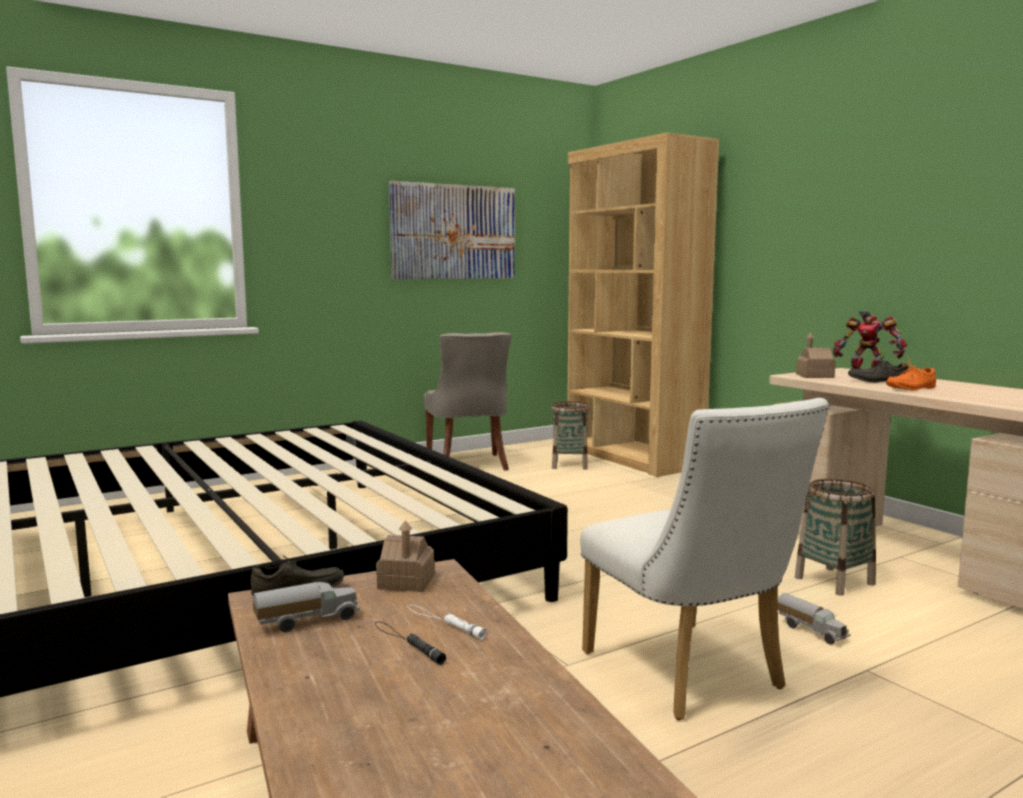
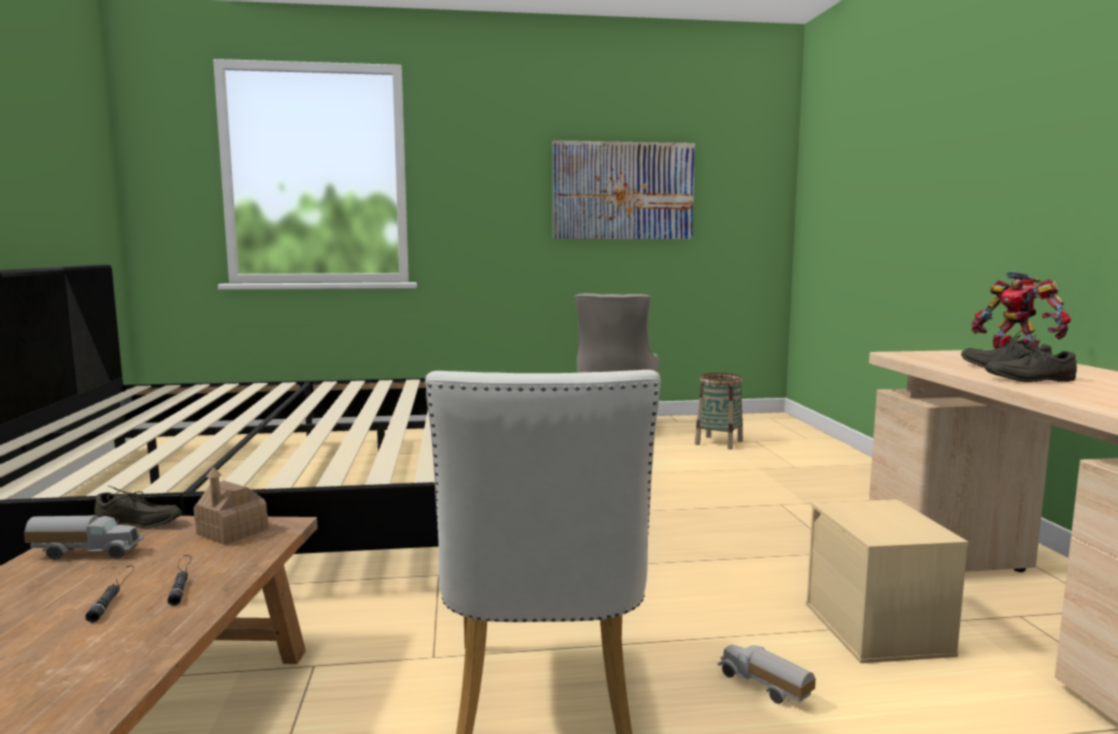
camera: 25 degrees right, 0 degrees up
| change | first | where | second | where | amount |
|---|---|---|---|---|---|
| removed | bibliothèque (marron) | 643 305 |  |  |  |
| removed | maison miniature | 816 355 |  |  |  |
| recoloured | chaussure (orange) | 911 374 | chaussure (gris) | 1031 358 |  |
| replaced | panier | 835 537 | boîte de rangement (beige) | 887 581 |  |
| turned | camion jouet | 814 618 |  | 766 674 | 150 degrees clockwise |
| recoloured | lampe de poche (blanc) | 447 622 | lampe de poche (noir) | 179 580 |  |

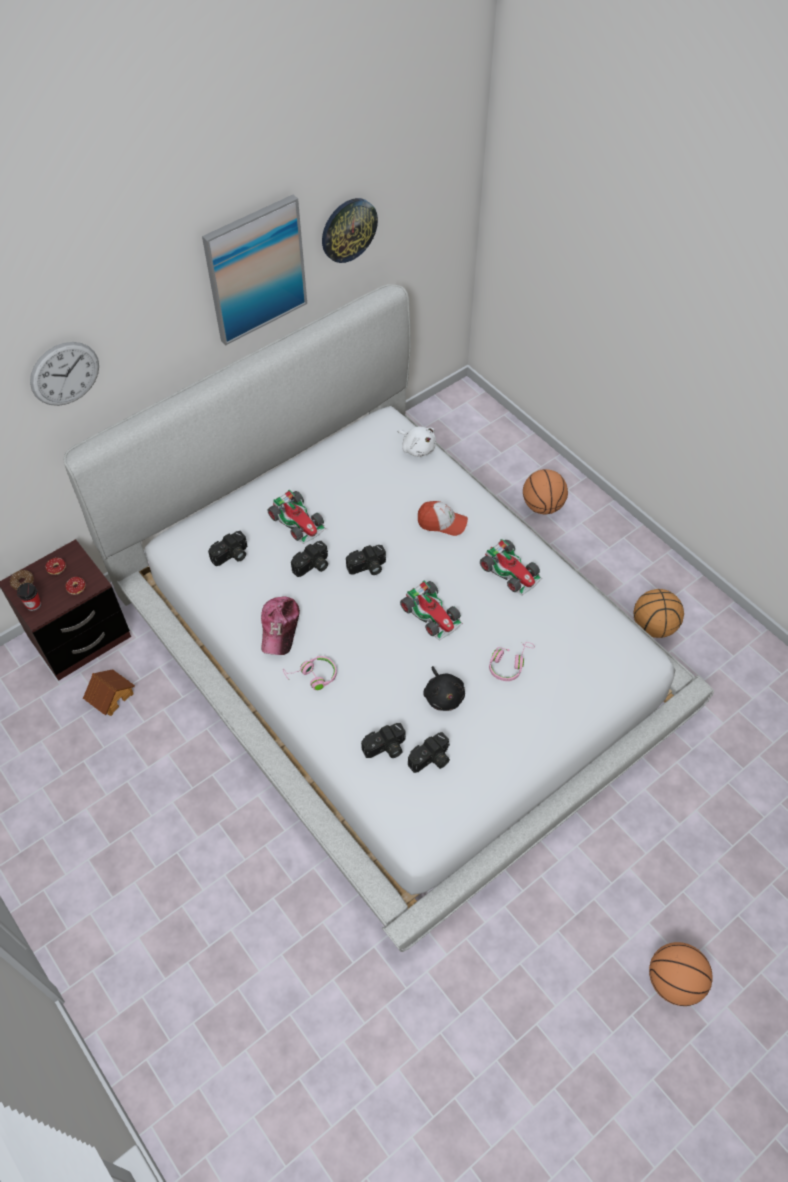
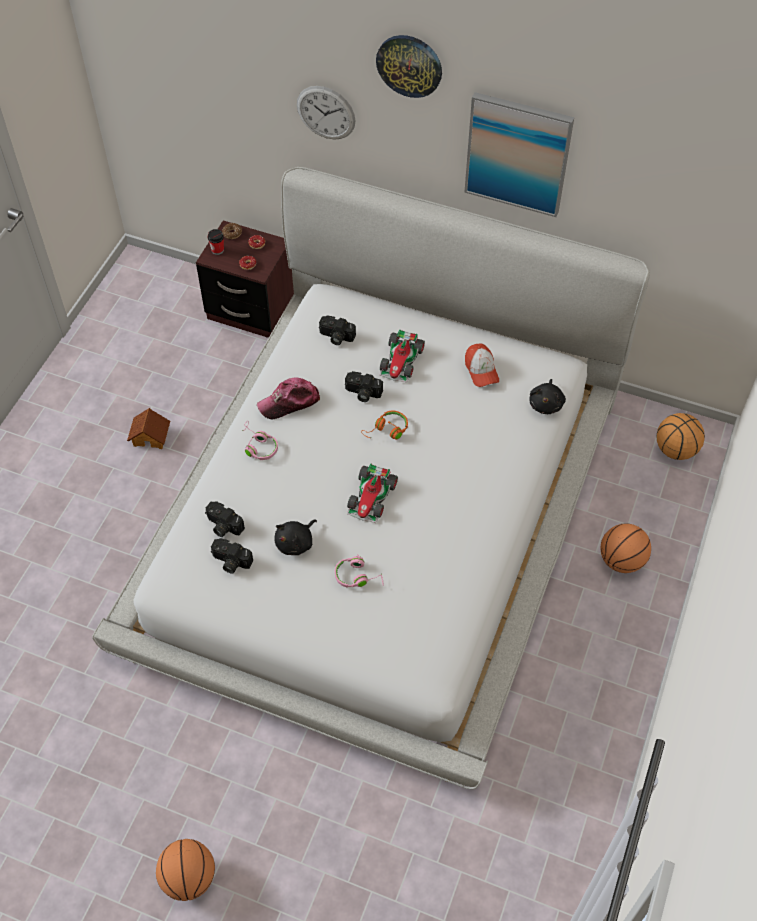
camera: 60 degrees right, 0 degrees up
| change | first | where | second | where | amount |
|---|---|---|---|---|---|
| moved | horloge murale | 350 230 |  | 409 66 |  |
| recoloured | peluche (blanc) | 417 441 | peluche (noir) | 548 396 |  |
| moved | casquette | 443 518 |  | 482 365 |  |
| removed | petite voiture | 511 567 |  |  |  |
| replaced | appareil photo | 366 560 | casque audio (orange) | 384 425 |  |
| moved | ballon de basket | 659 613 |  | 681 436 |  |
| moved | maison miniature | 109 692 |  | 148 428 |  |

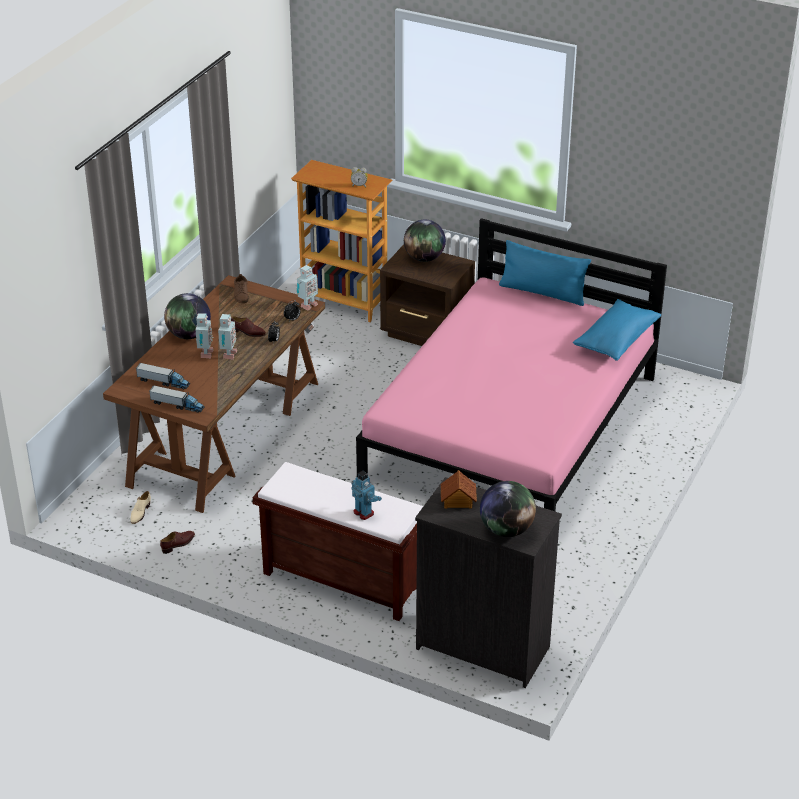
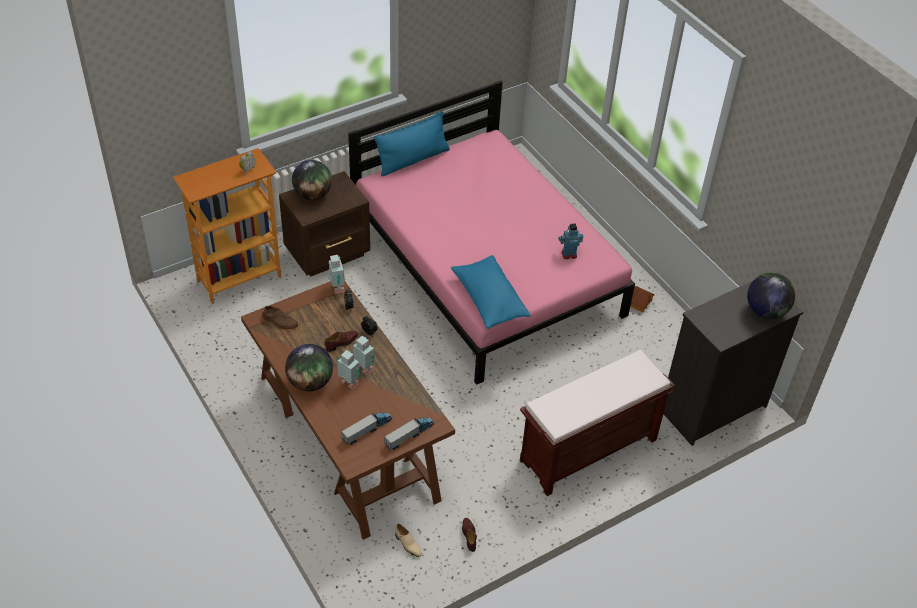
camera: 60 degrees left, 10 degrees up
| change | first | where | second | where | amount |
|---|---|---|---|---|---|
| moved | coussin (bleu) | 617 330 |  | 491 292 |  |
| moved | maison miniature | 459 489 |  | 642 299 |  |
| moved | robot jouet | 366 495 |  | 570 241 |  |

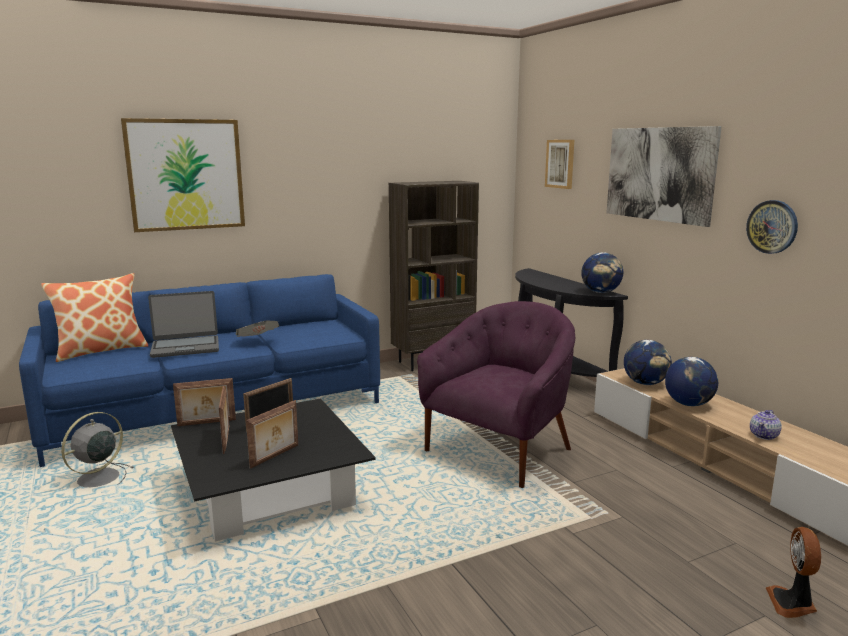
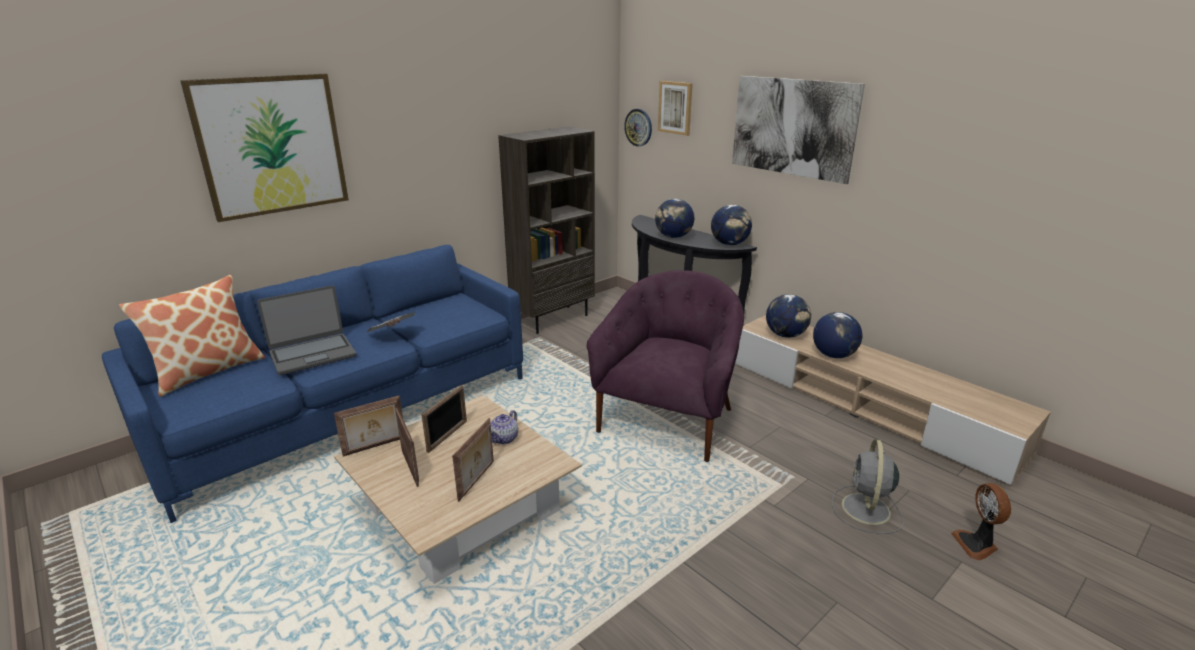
camera: 15 degrees left, 10 degrees up
| change | first | where | second | where | amount |
|---|---|---|---|---|---|
| moved | horloge murale | 772 227 |  | 638 127 |  |
| recoloured | table basse (noir) | 273 470 | table basse (beige) | 458 489 |  |
| moved | théière | 766 425 |  | 504 427 |  |
| moved | ventilateur (gris) | 97 449 |  | 868 486 |  |
| added |  |  | globe | 674 218 |  |

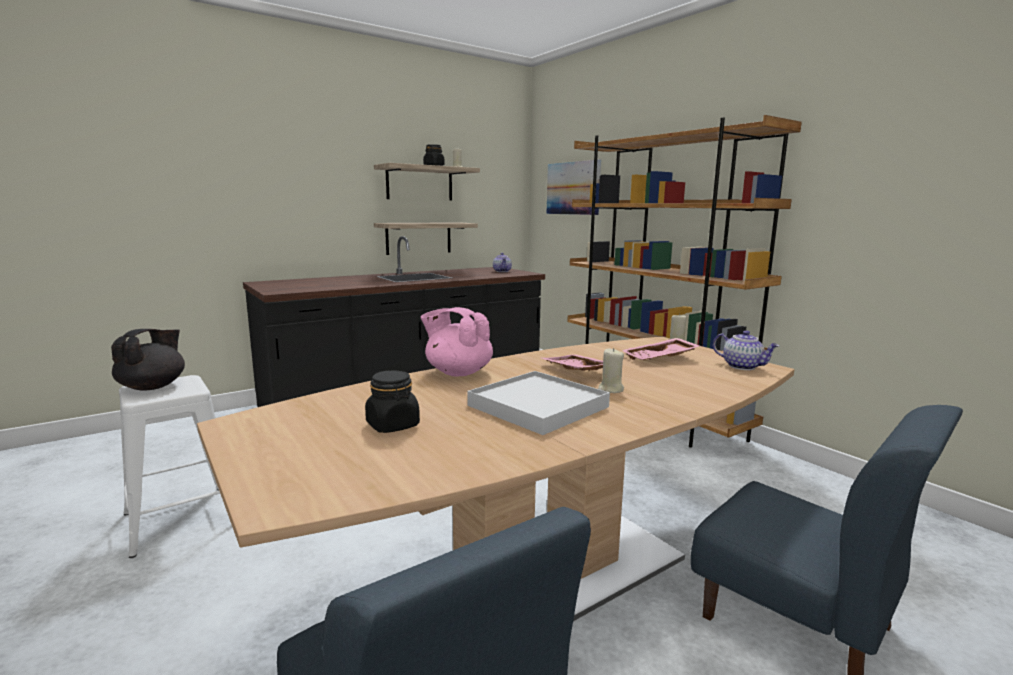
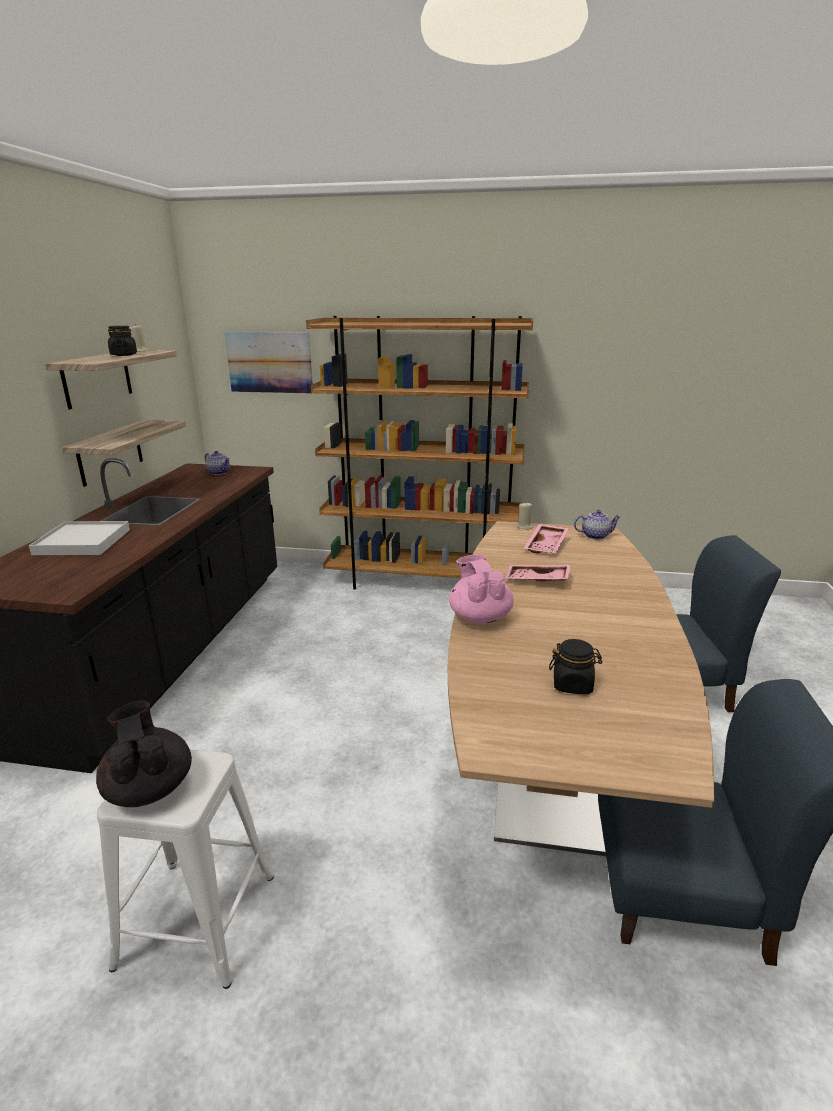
camera: 45 degrees left, 10 degrees up
| change | first | where | second | where | amount |
|---|---|---|---|---|---|
| turned | théière (rose) | 457 341 |  | 481 589 | 90 degrees clockwise |
| removed | bougie (beige) | 611 370 |  |  |  |
| moved | plateau (blanc) | 538 403 |  | 79 538 |  |

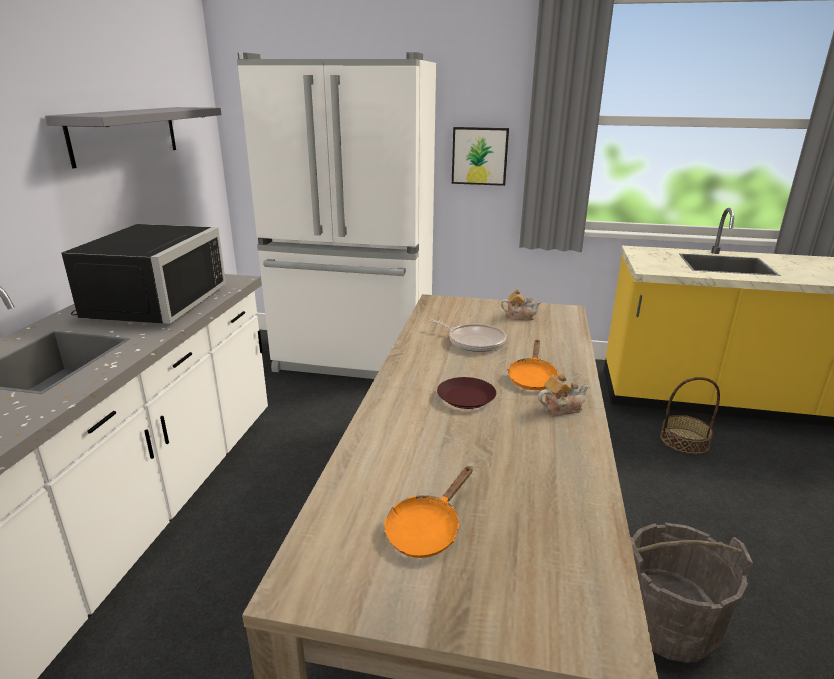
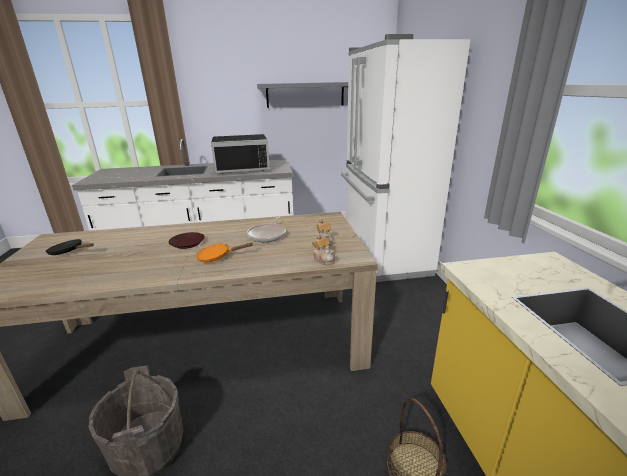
camera: 70 degrees right, 0 degrees up
| change | first | where | second | where | amount |
|---|---|---|---|---|---|
| removed | tableau | 480 156 |  |  |  |
| moved | théière | 563 395 |  | 323 249 |  |
| recoloured | poêle (orange) | 428 512 | poêle (noir) | 69 247 |  |

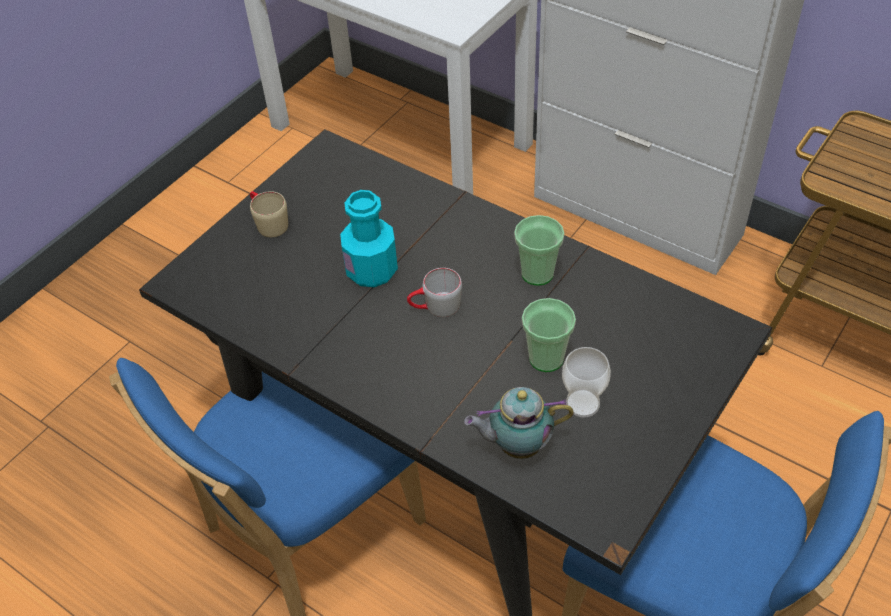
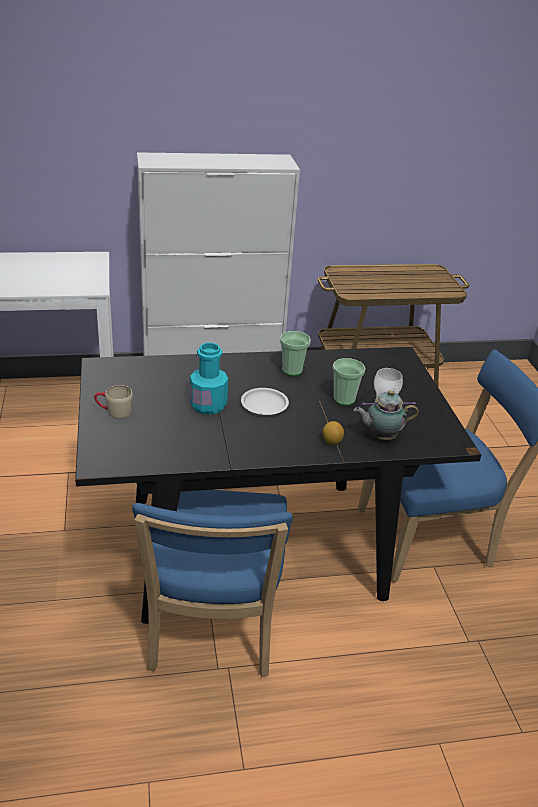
camera: 50 degrees left, 15 degrees down
| change | first | where | second | where | amount |
|---|---|---|---|---|---|
| replaced | mug (gris) | 434 292 | assiette (blanc) | 265 401 |  |
| turned | théière | 519 423 |  | 386 415 | 45 degrees clockwise |
| added |  |  | citron | 333 433 |  |

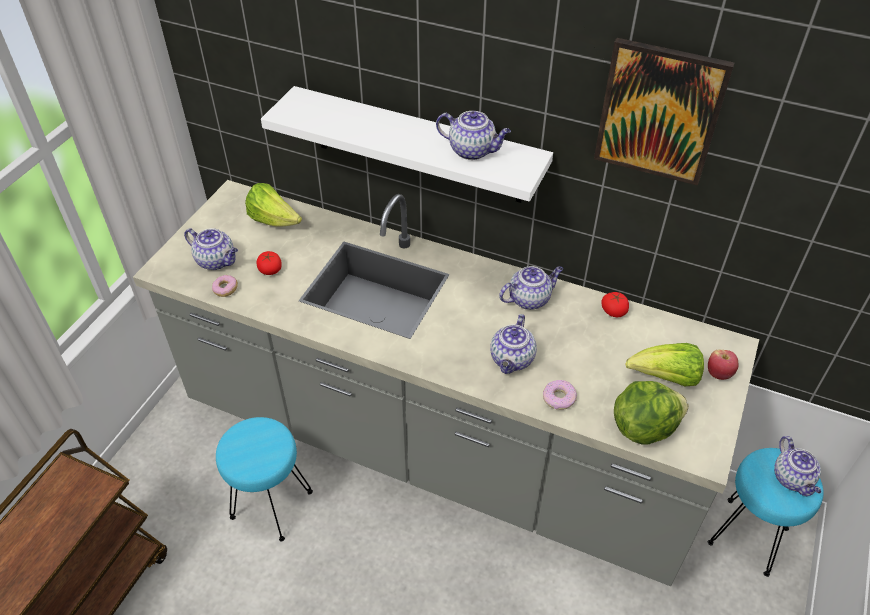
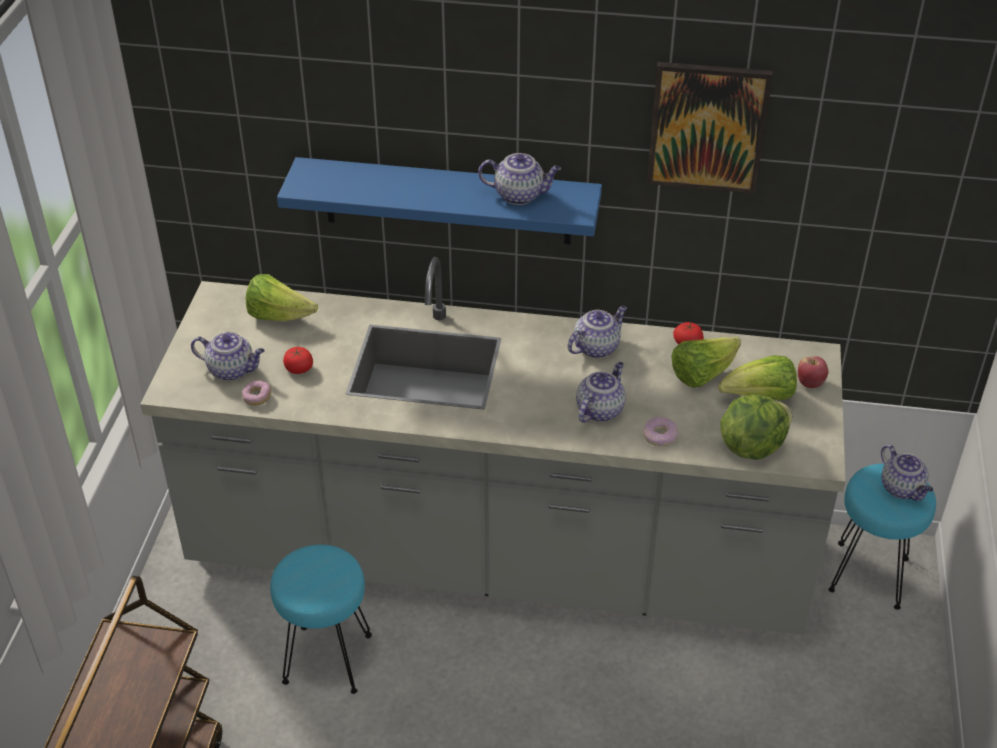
camera: 15 degrees left, 5 degrees down
| change | first | where | second | where | amount |
|---|---|---|---|---|---|
| recoloured | étagère (blanc) | 407 144 | étagère (bleu) | 439 200 |  |
| turned | théière | 513 344 |  | 601 392 | 150 degrees counterclockwise |
| added |  |  | laitue | 706 362 |  |

